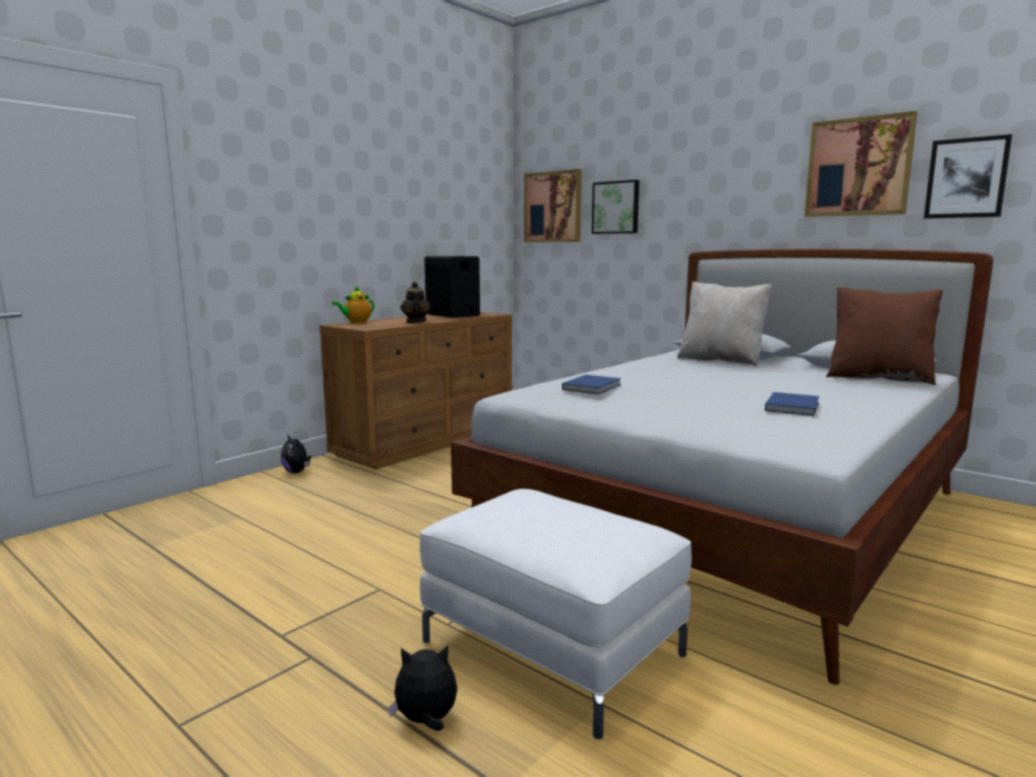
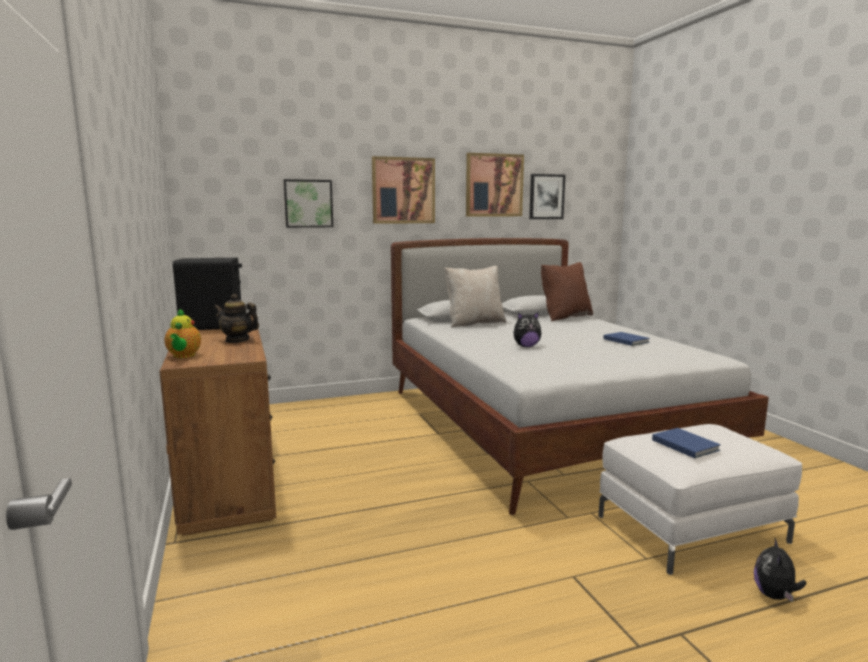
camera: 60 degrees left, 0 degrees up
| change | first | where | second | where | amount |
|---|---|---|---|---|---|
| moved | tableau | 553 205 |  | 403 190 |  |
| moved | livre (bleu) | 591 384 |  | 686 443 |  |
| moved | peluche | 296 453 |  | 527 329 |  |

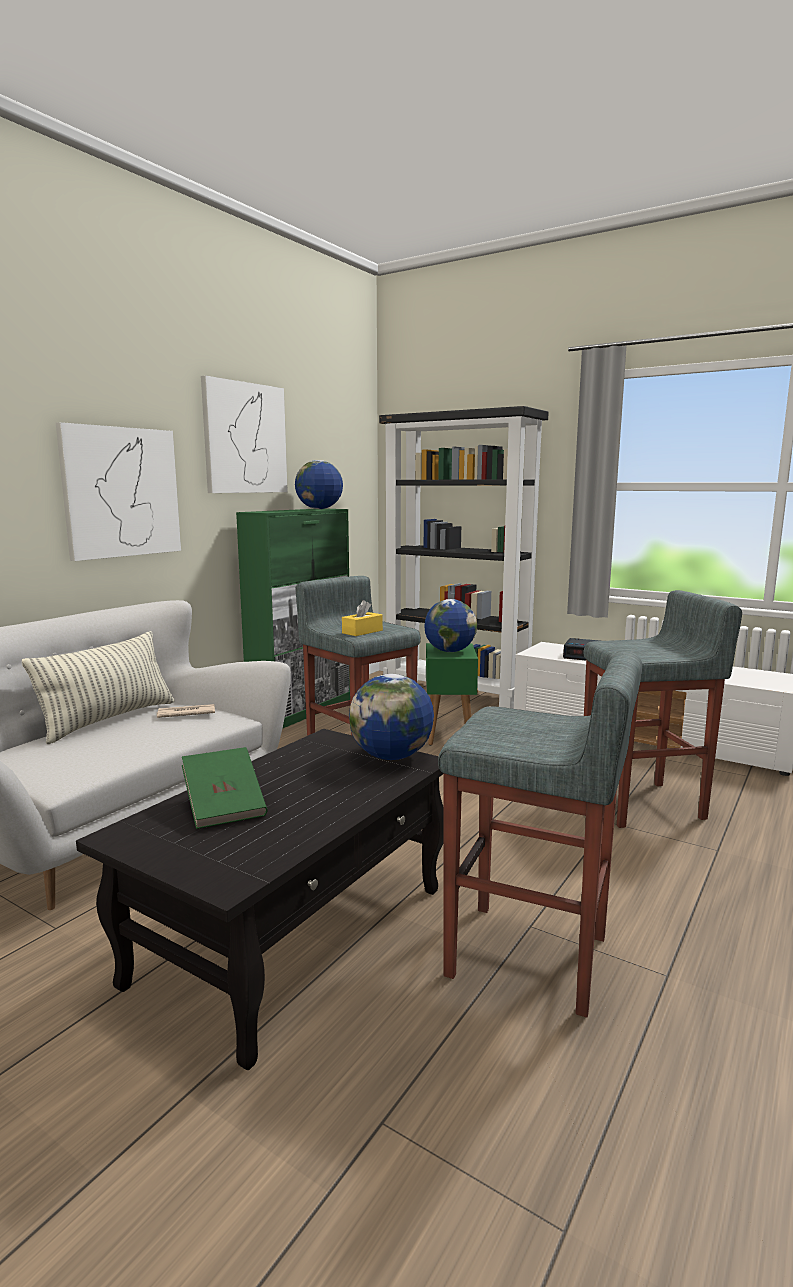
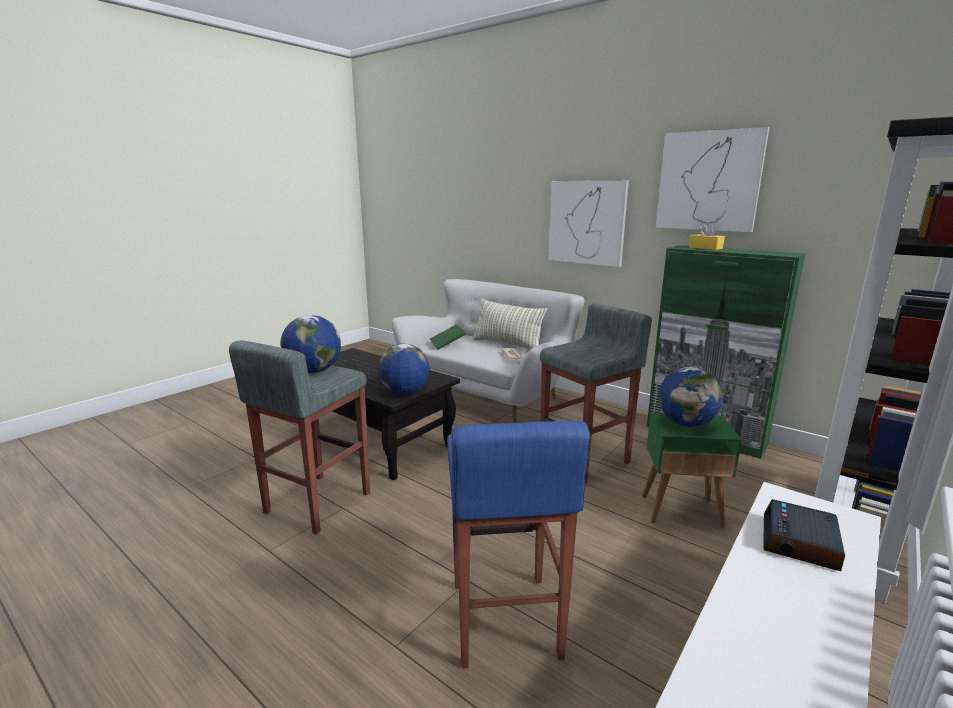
camera: 95 degrees right, 5 degrees up
| change | first | where | second | where | amount |
|---|---|---|---|---|---|
| moved | globe | 319 484 |  | 311 344 |  |
| recoloured | tabouret (gris) | 662 709 | tabouret (bleu) | 518 545 |  |
| moved | boîte à mouchoirs (jaune) | 362 618 |  | 707 236 |  |
| moved | livre (vert) | 225 788 |  | 447 337 |  |

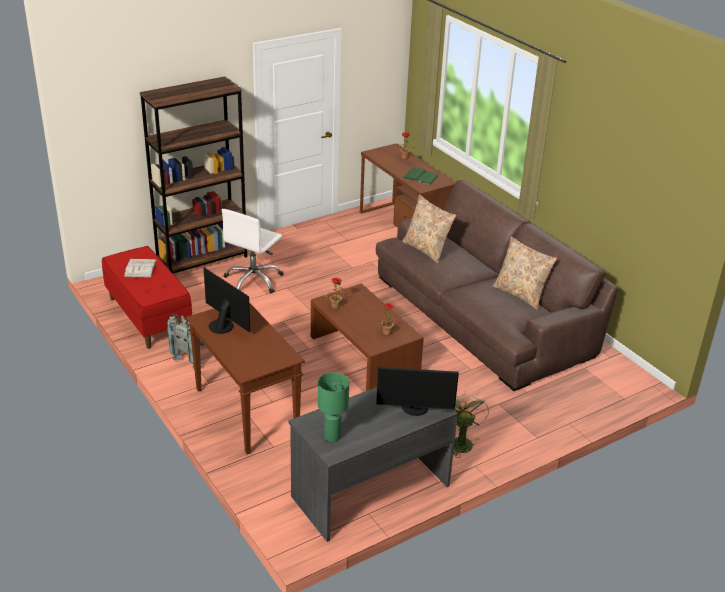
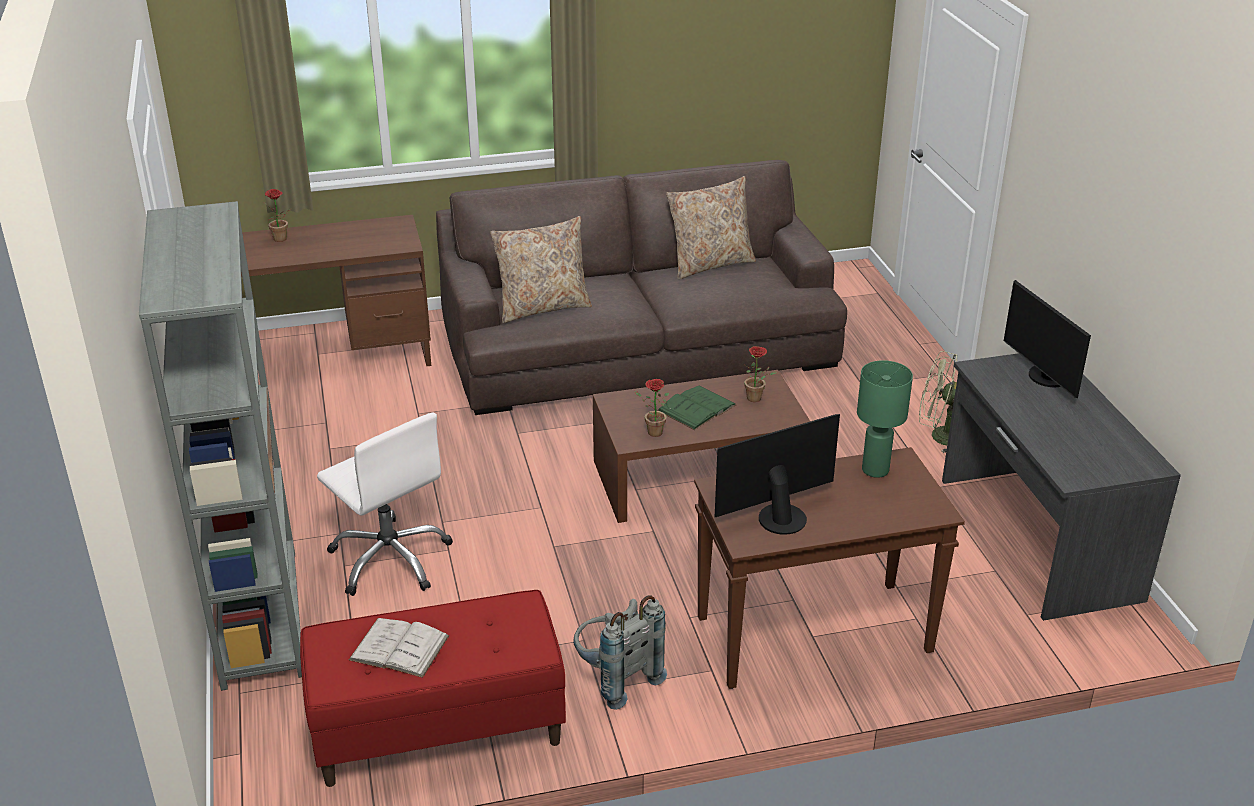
camera: 70 degrees left, 0 degrees up
| change | first | where | second | where | amount |
|---|---|---|---|---|---|
| recoloured | bibliothèque (marron) | 193 174 | bibliothèque (gris) | 220 446 |  |
| moved | livre (vert) | 420 176 |  | 696 408 |  |
| turned | écran d'ordinateur | 417 391 |  | 1047 339 | 135 degrees clockwise |
| moved | lampe de table (vert) | 333 407 |  | 885 419 |  |

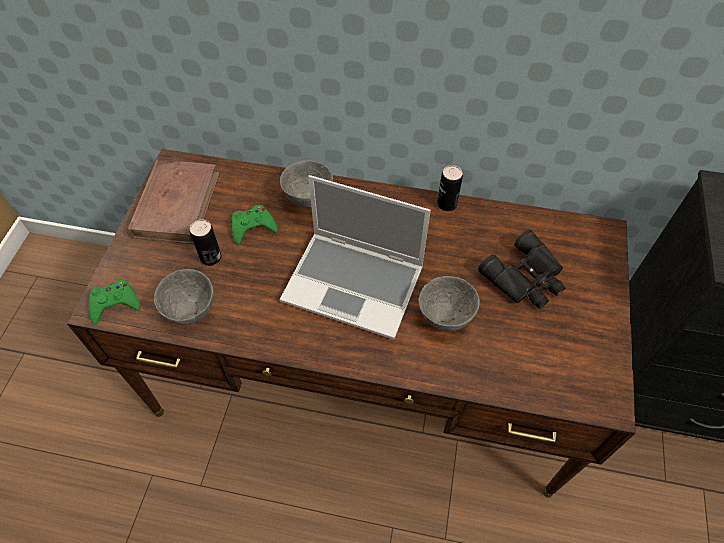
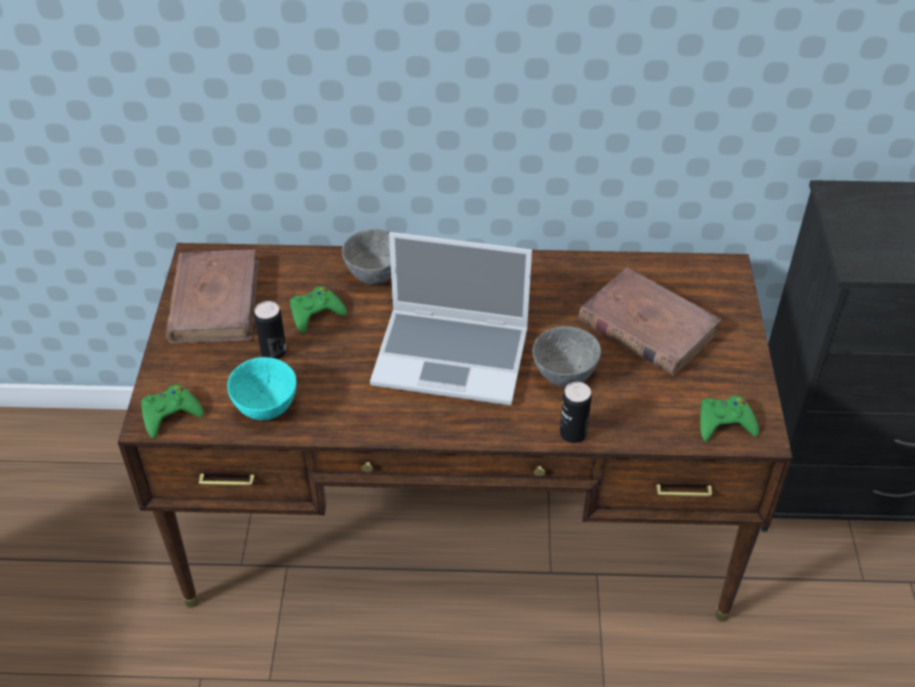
camera: 10 degrees left, 10 degrees down
| change | first | where | second | where | amount |
|---|---|---|---|---|---|
| moved | boîte métallique | 450 188 |  | 575 412 |  |
| replaced | jumelles (noir) | 522 269 | livre (marron) | 650 321 |  |
| recoloured | bol (gris) | 183 296 | bol (turquoise) | 262 388 |  |
| added |  |  | manette (vert) | 729 419 |  |

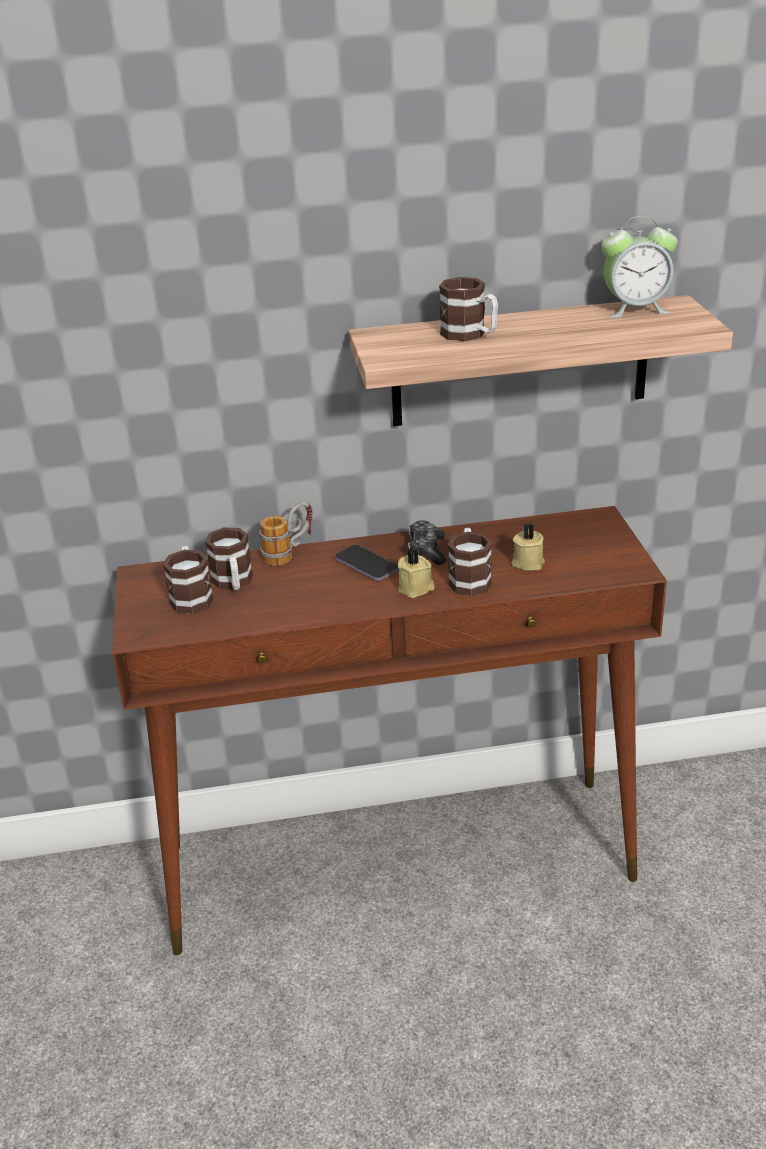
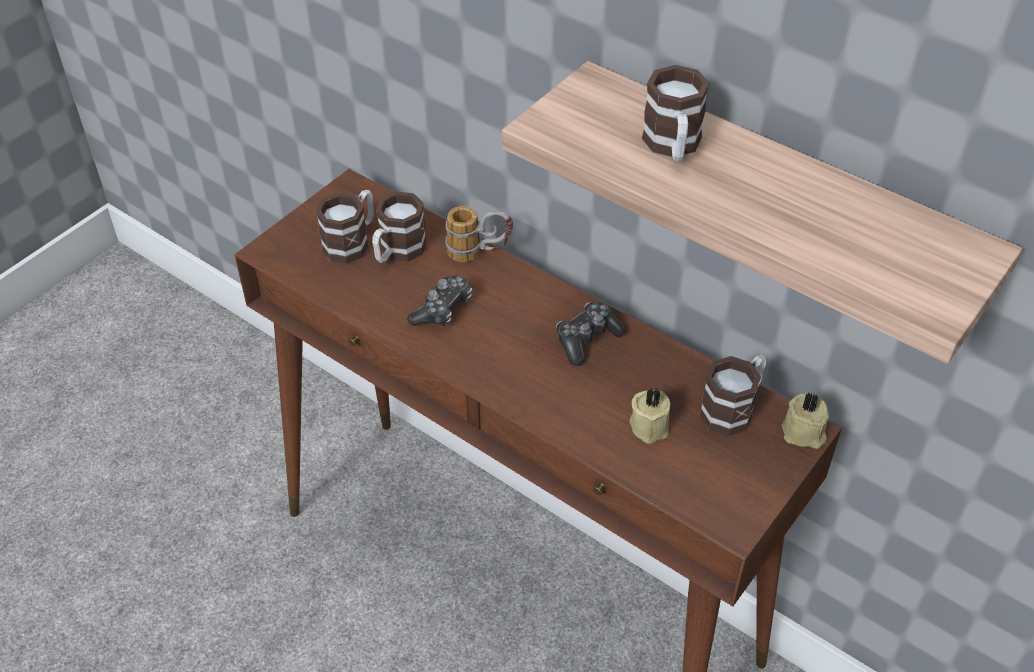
camera: 45 degrees right, 15 degrees up
| change | first | where | second | where | amount |
|---|---|---|---|---|---|
| removed | réveil | 640 267 |  |  |  |
| moved | mug | 470 562 |  | 732 395 |  |
| removed | téléphone | 367 563 |  |  |  |
| moved | bougie (beige) | 416 572 |  | 805 420 |  |
| added |  |  | manette | 439 301 |  |

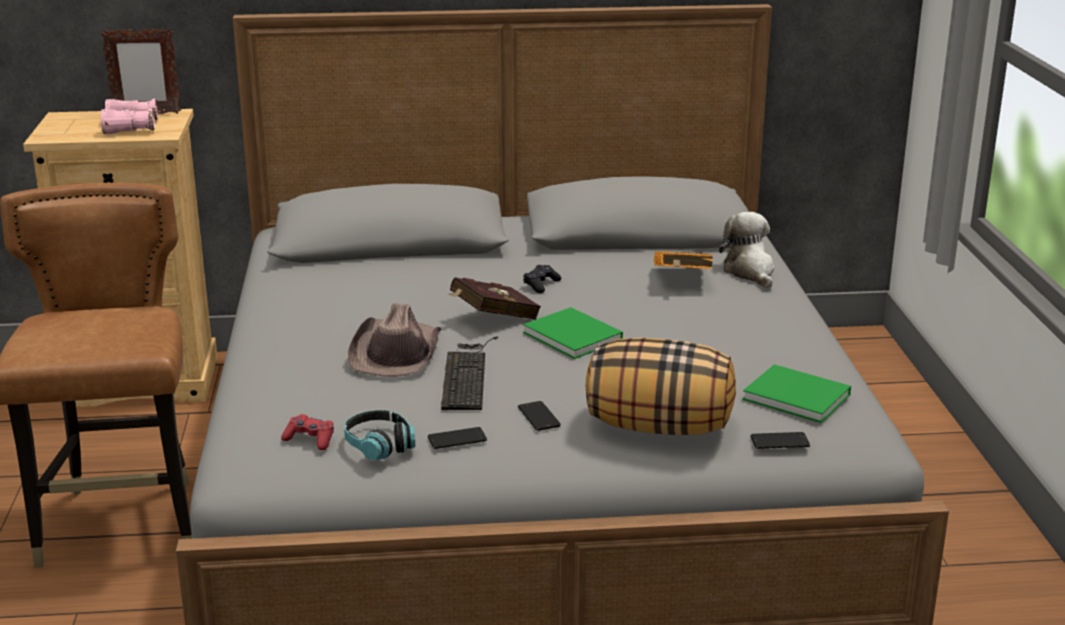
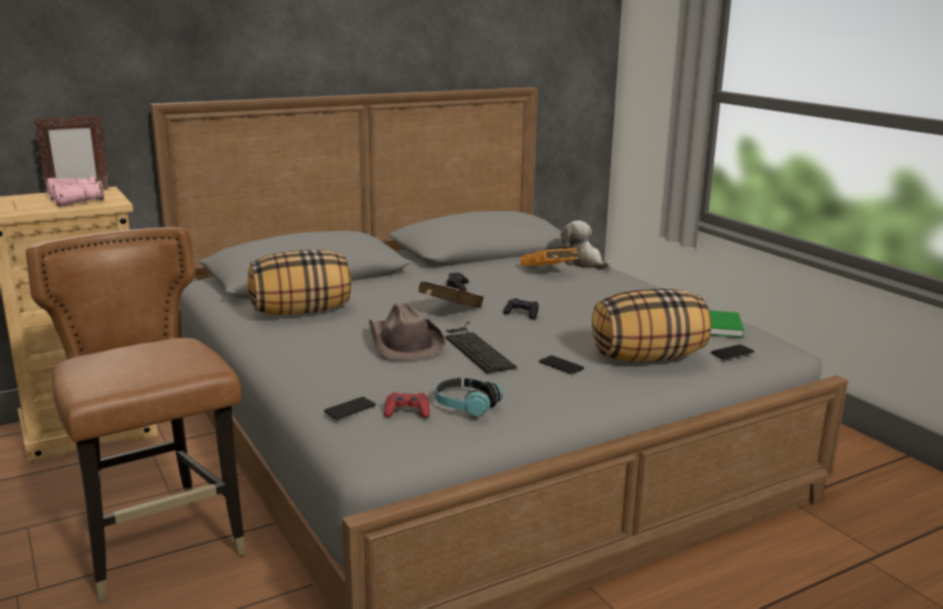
camera: 25 degrees left, 5 degrees down
| change | first | where | second | where | amount |
|---|---|---|---|---|---|
| replaced | livre (vert) | 573 333 | manette (noir) | 521 308 |  |
| moved | téléphone | 457 438 |  | 350 408 |  |
| added |  |  | coussin | 299 282 |  |

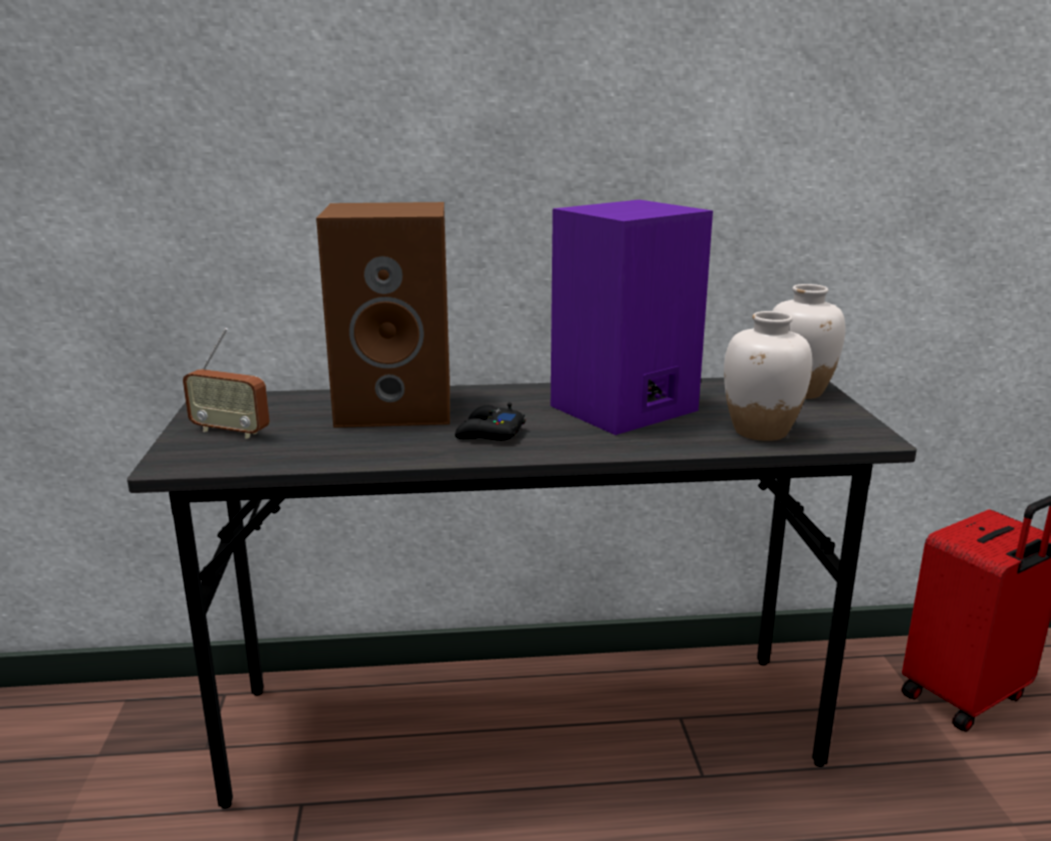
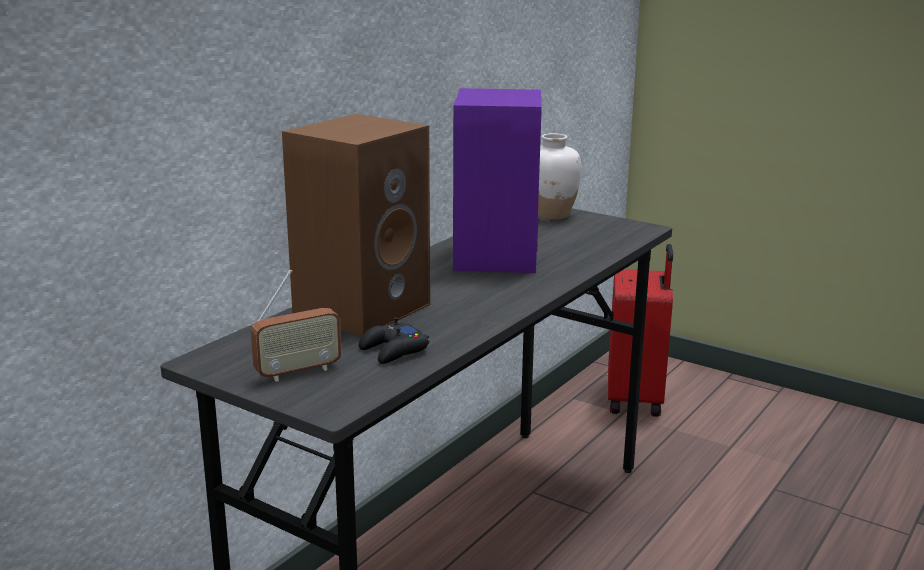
camera: 50 degrees left, 0 degrees up
| change | first | where | second | where | amount |
|---|---|---|---|---|---|
| removed | vase (blanc) | 768 376 |  |  |  |
| moved | manette (noir) | 490 422 |  | 394 340 |  |

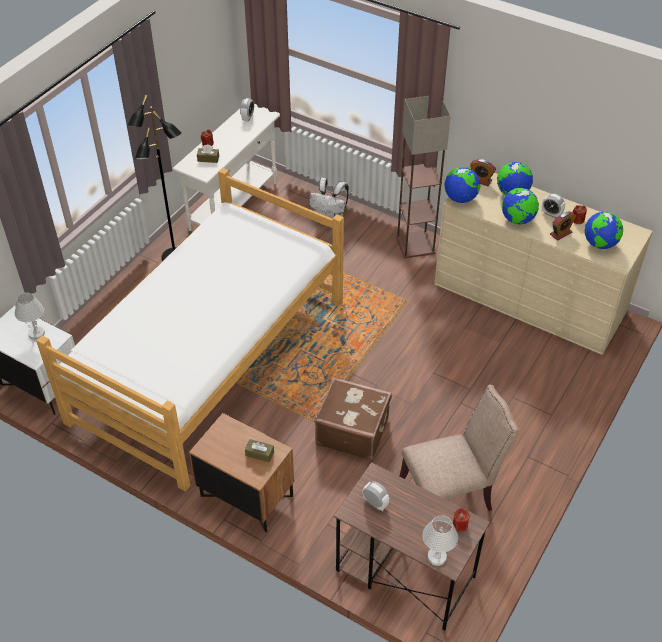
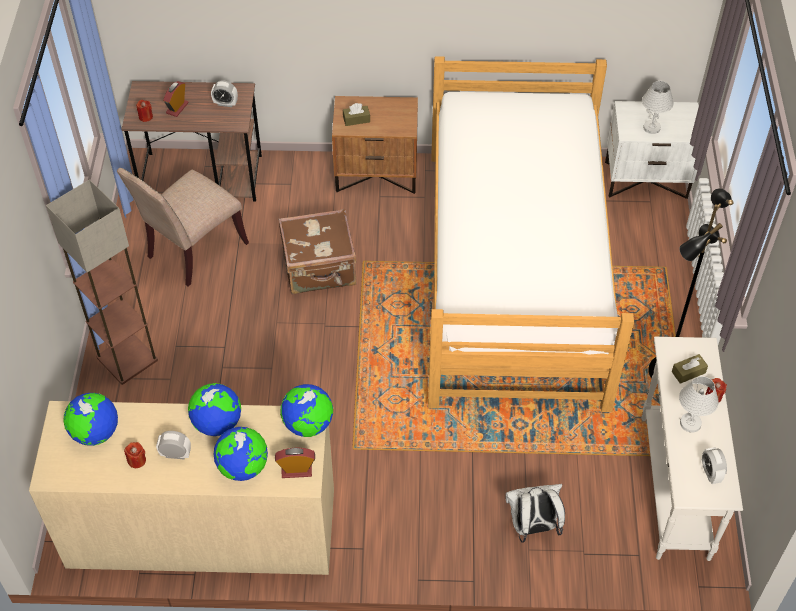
camera: 150 degrees right, 5 degrees up
| change | first | where | second | where | amount |
|---|---|---|---|---|---|
| moved | lampadaire | 423 177 |  | 102 282 |  |
| moved | réveil | 563 226 |  | 176 99 |  |
| moved | lampe de table (blanc) | 440 540 |  | 699 404 |  |

